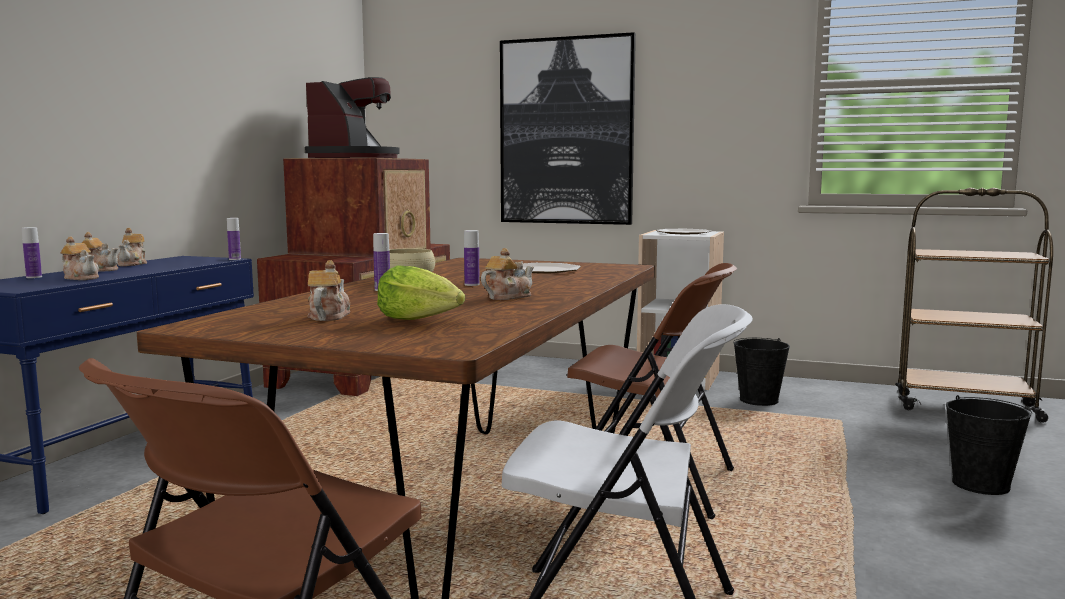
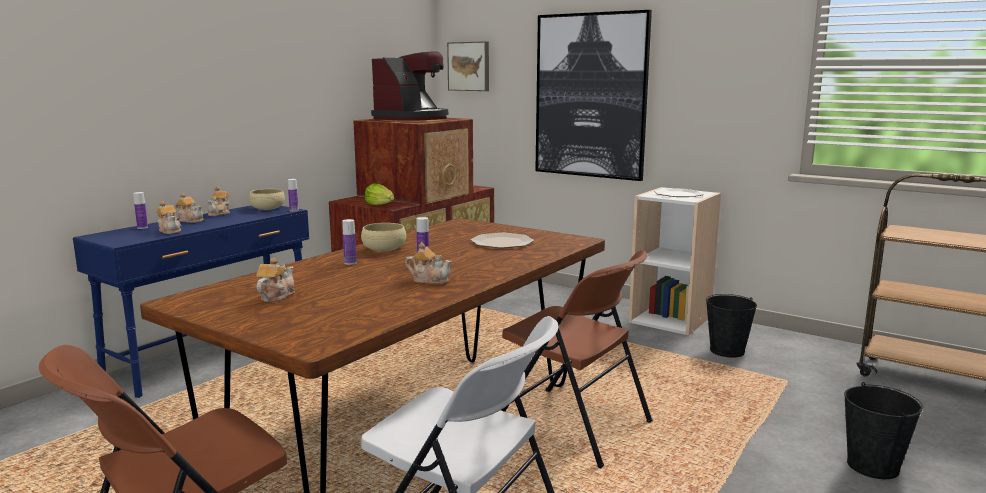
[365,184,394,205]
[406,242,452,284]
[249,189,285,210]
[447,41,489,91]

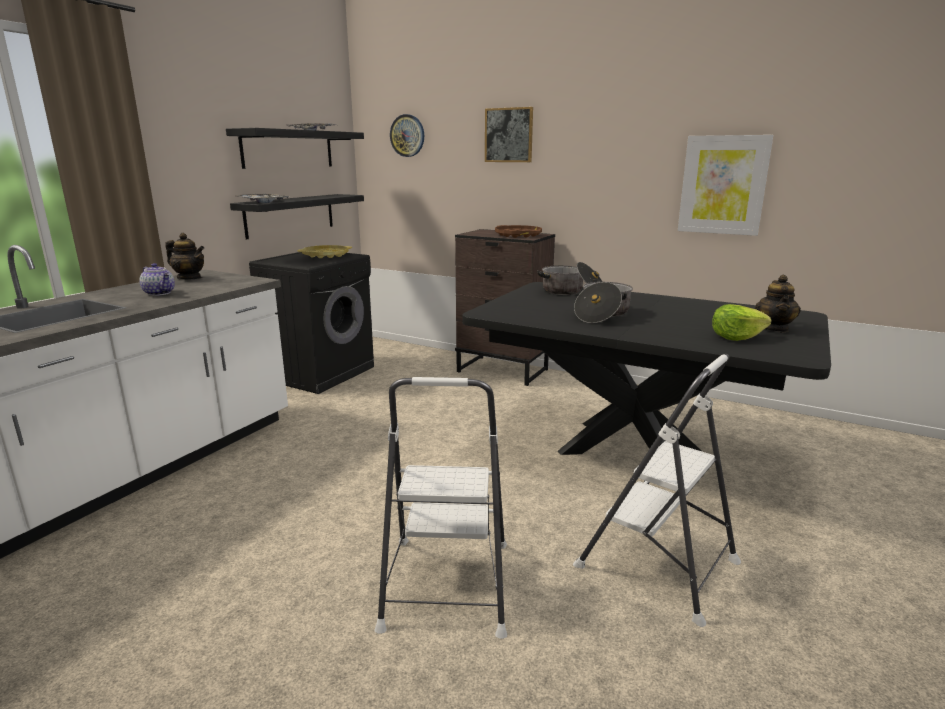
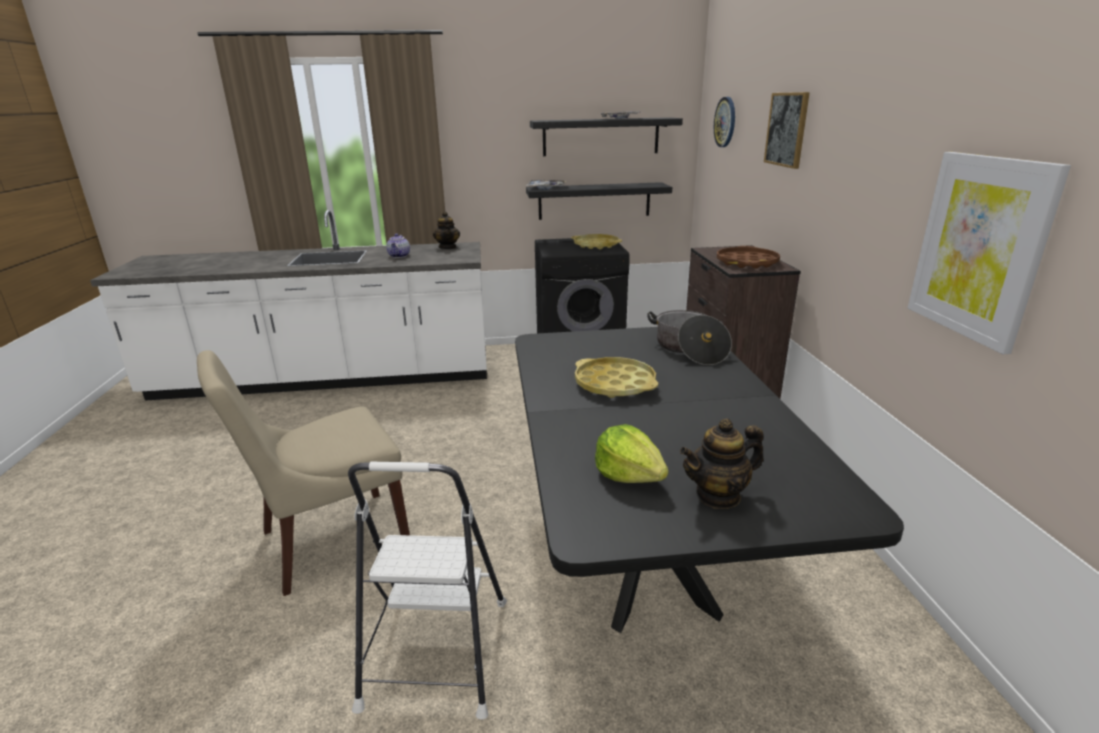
[197,350,410,596]
[575,357,658,398]

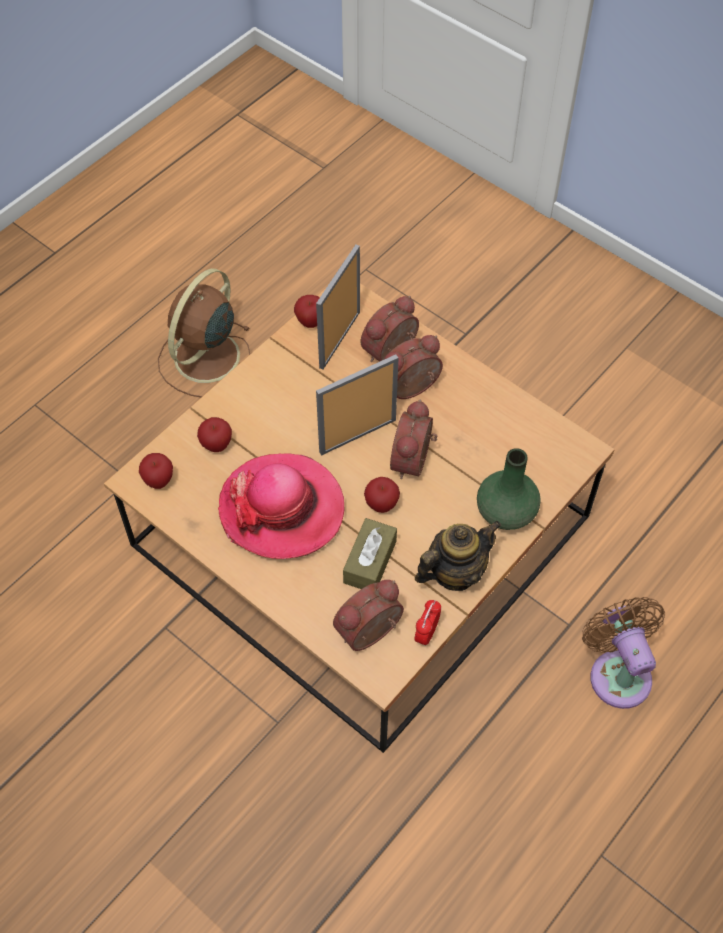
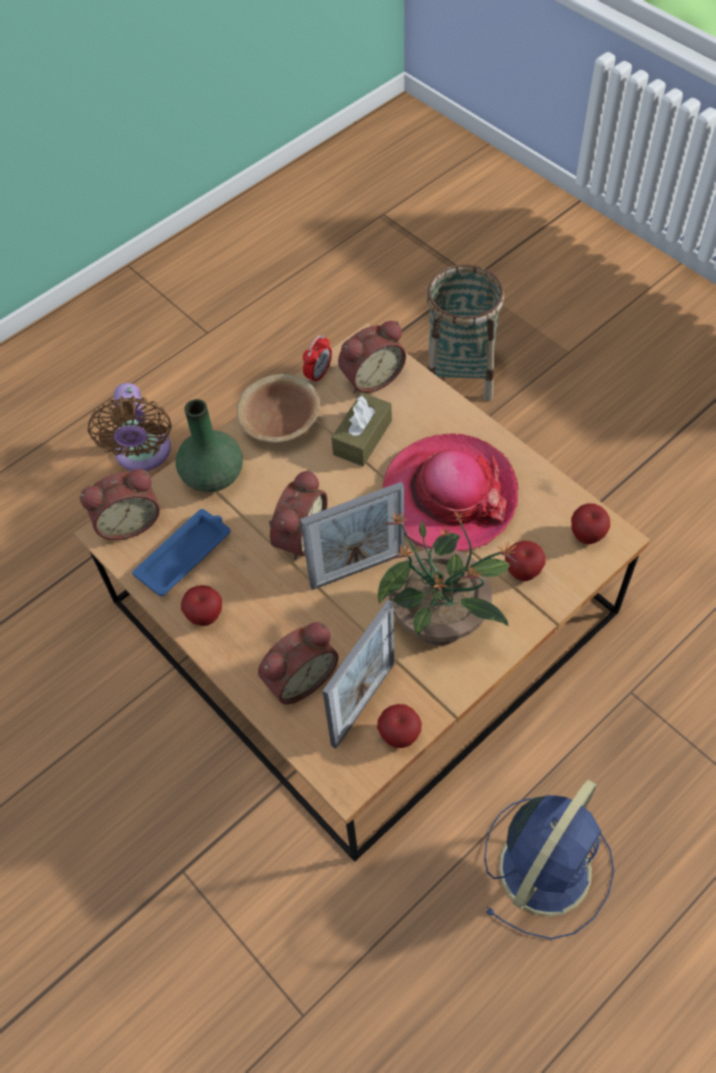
[484,780,614,939]
[181,585,222,626]
[80,469,160,540]
[237,374,320,443]
[132,509,231,596]
[378,510,517,646]
[426,264,504,401]

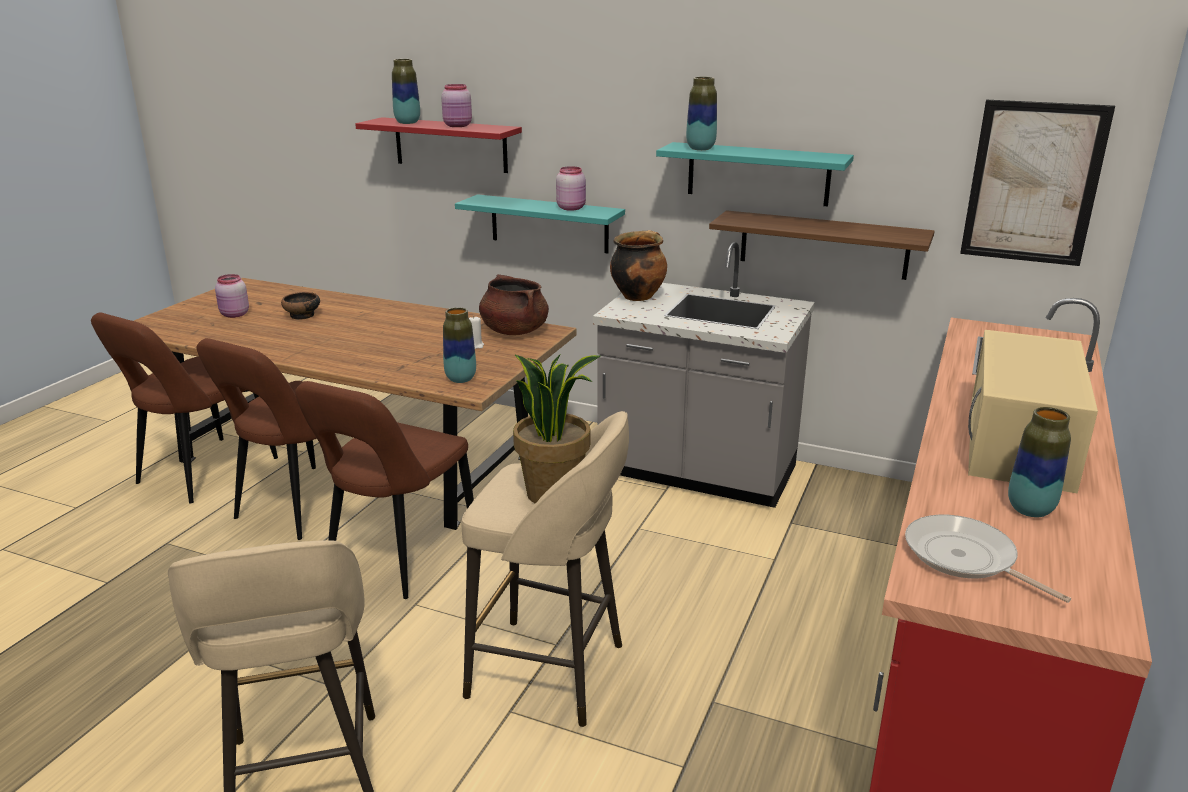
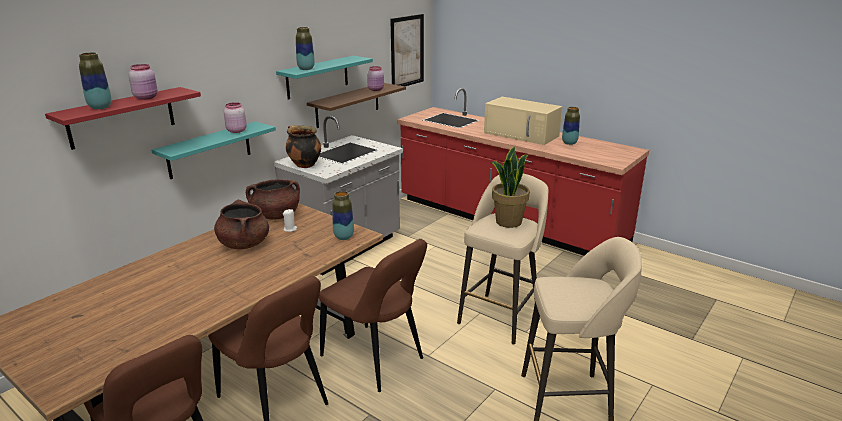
[367,66,384,91]
[281,292,320,320] (first image)
[905,514,1071,603] (first image)
[214,200,269,249]

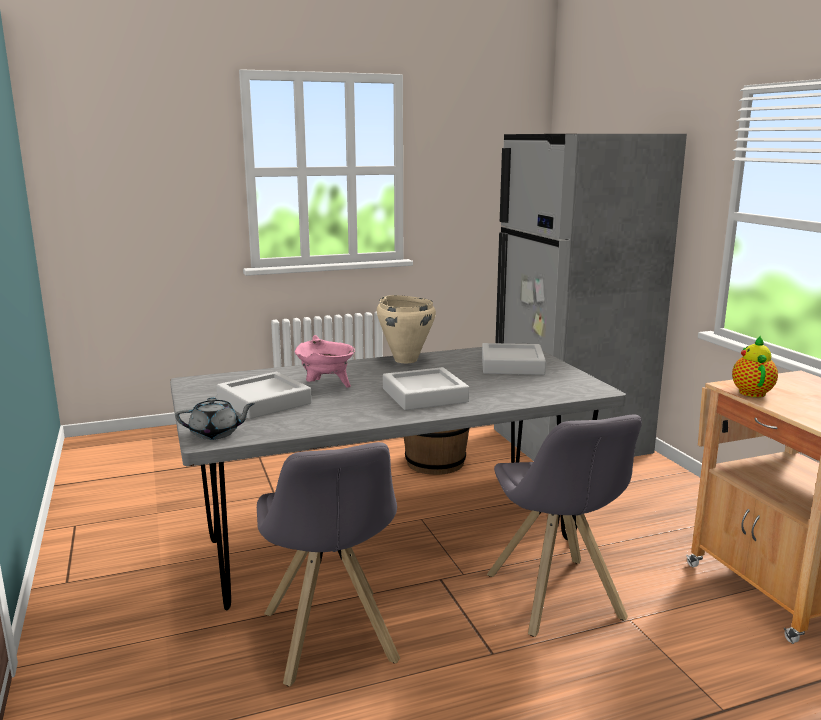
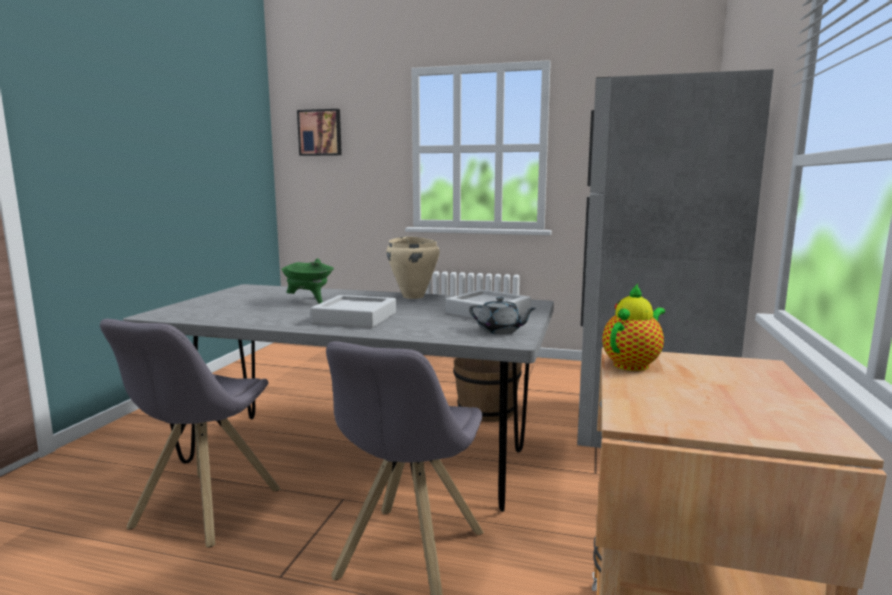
[469,297,536,334]
[216,372,312,419] (first image)
[281,258,334,304]
[297,109,342,156]

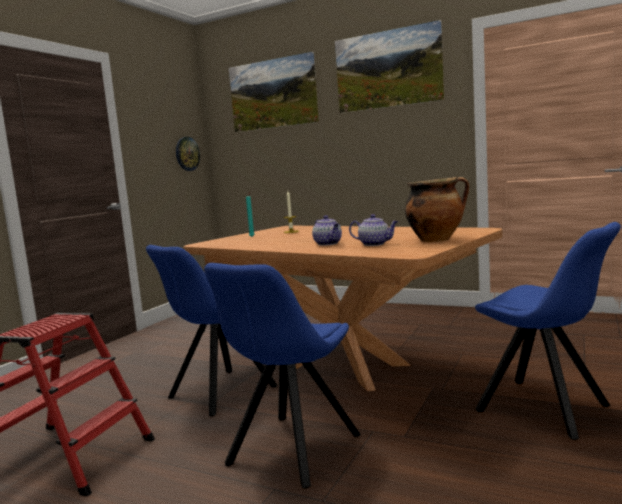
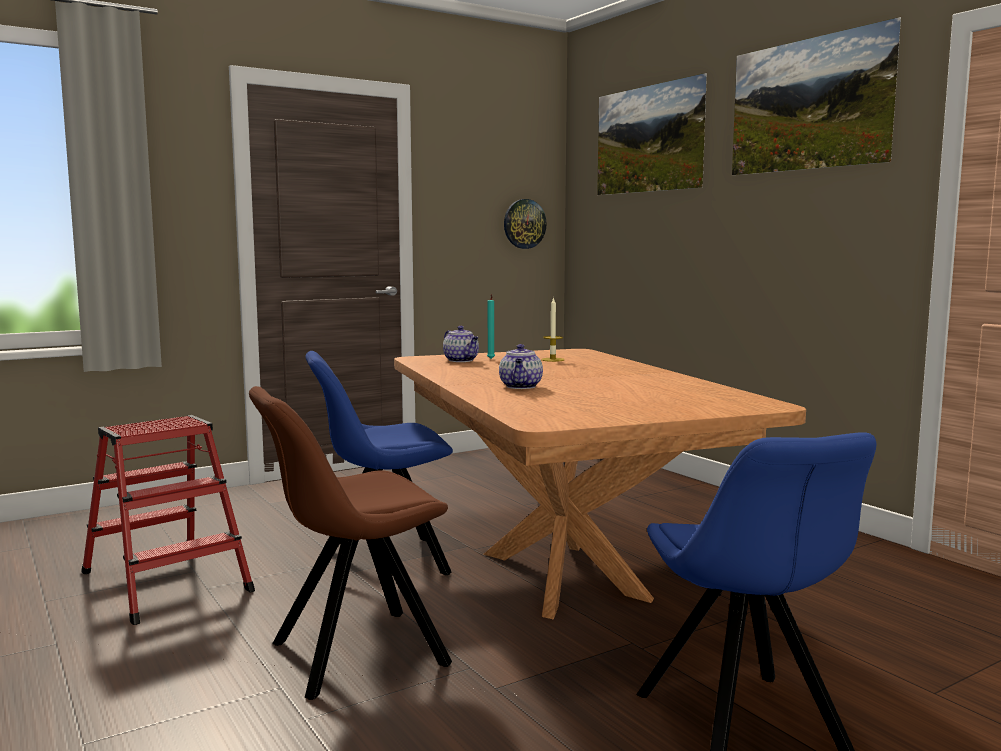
[249,386,452,700]
[443,326,479,362]
[405,177,469,242] (first image)

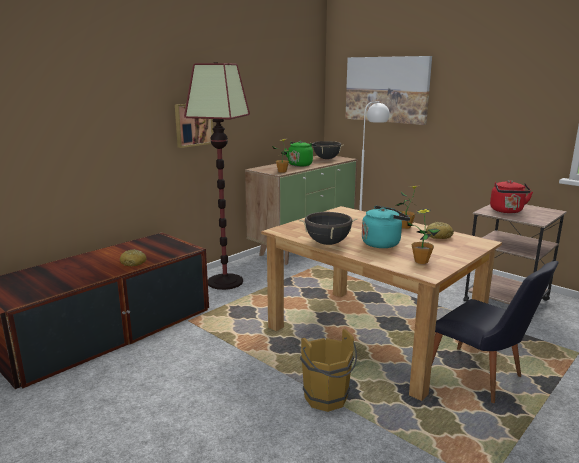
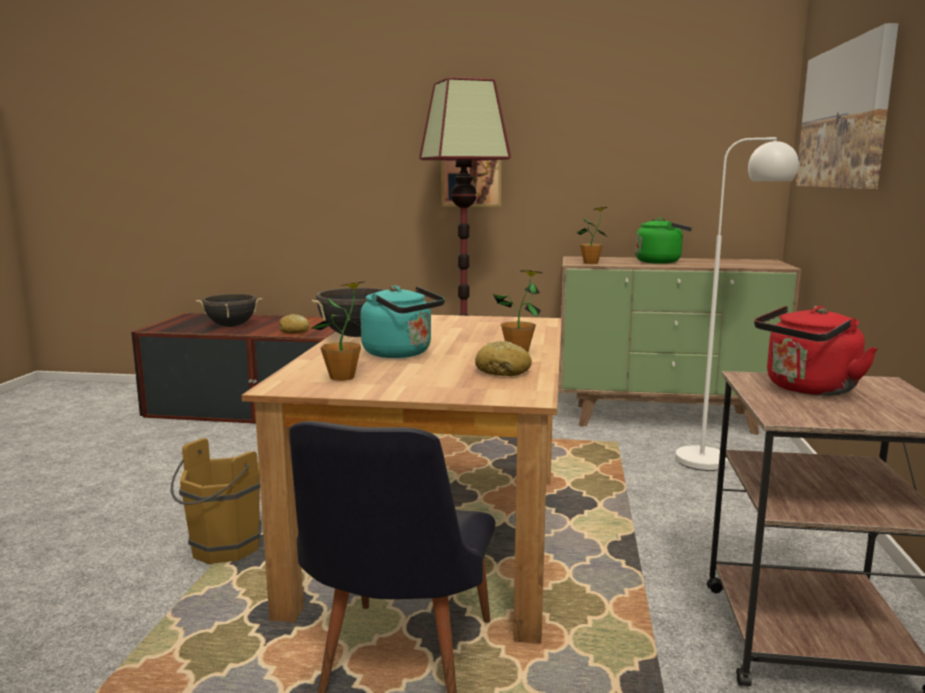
[196,294,262,327]

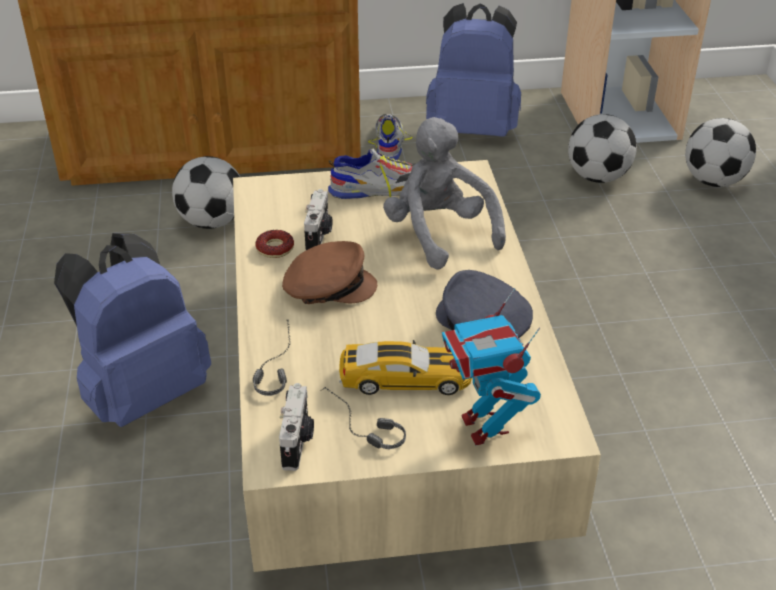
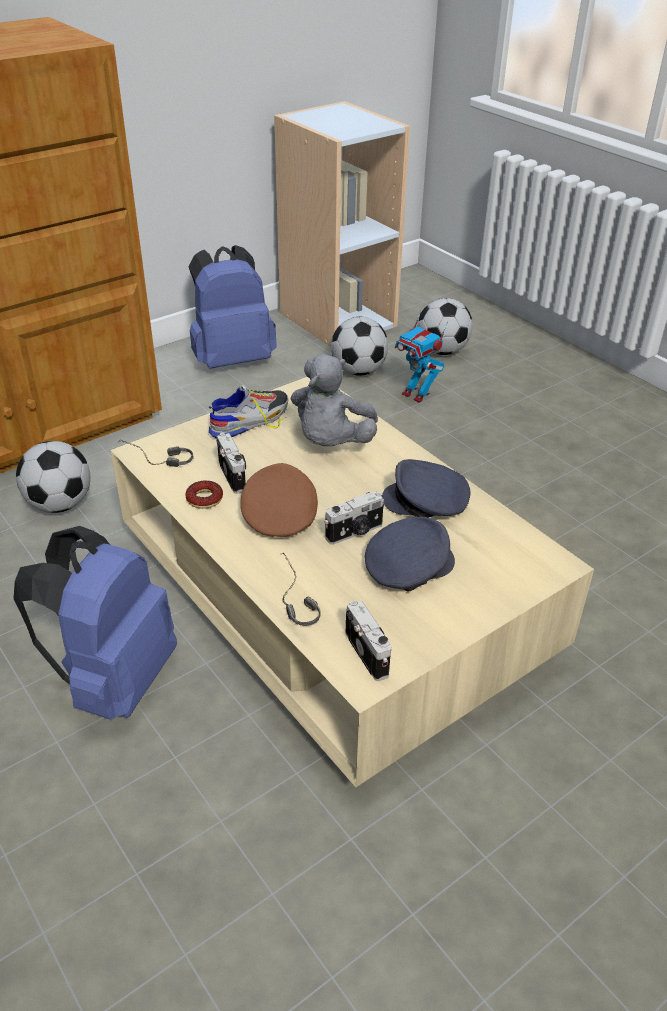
[240,463,318,537]
[117,440,194,467]
[365,517,455,591]
[368,114,412,160] (first image)
[290,354,378,446]
[395,310,448,403]
[325,491,384,545]

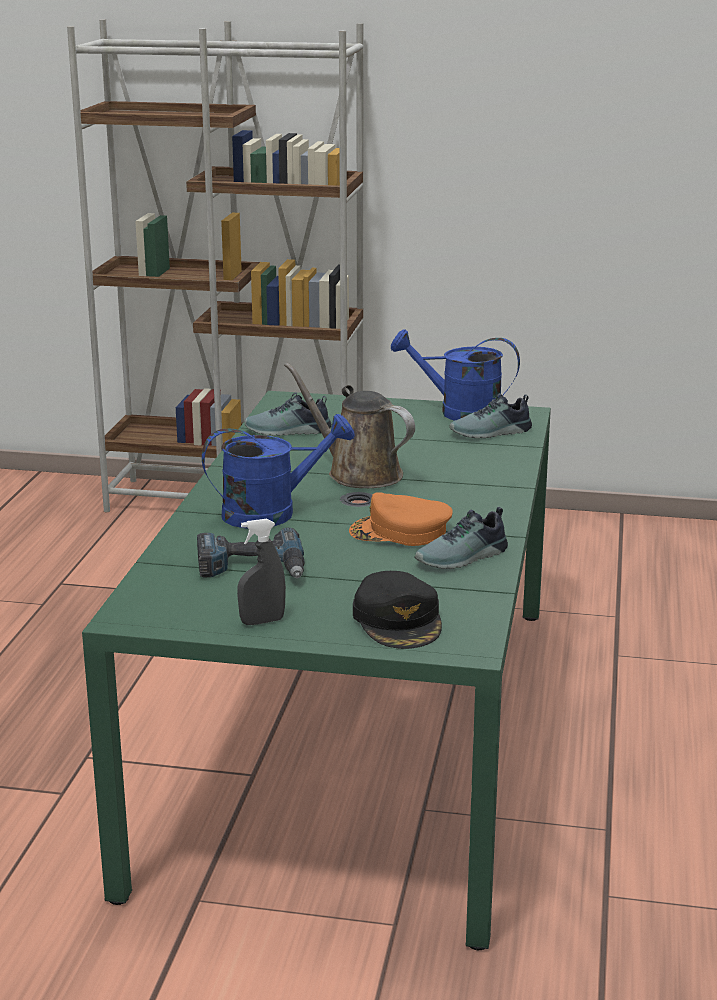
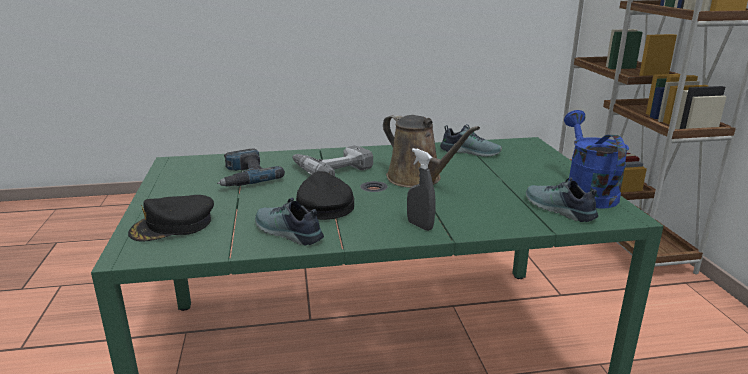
[292,145,373,176]
[407,148,436,231]
[440,124,502,157]
[383,114,480,188]
[296,171,354,220]

